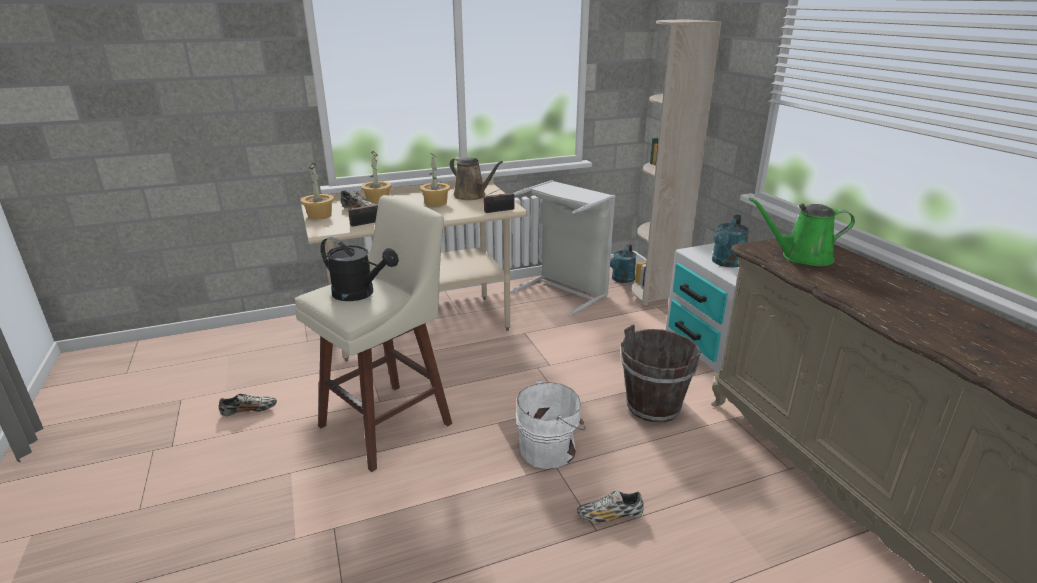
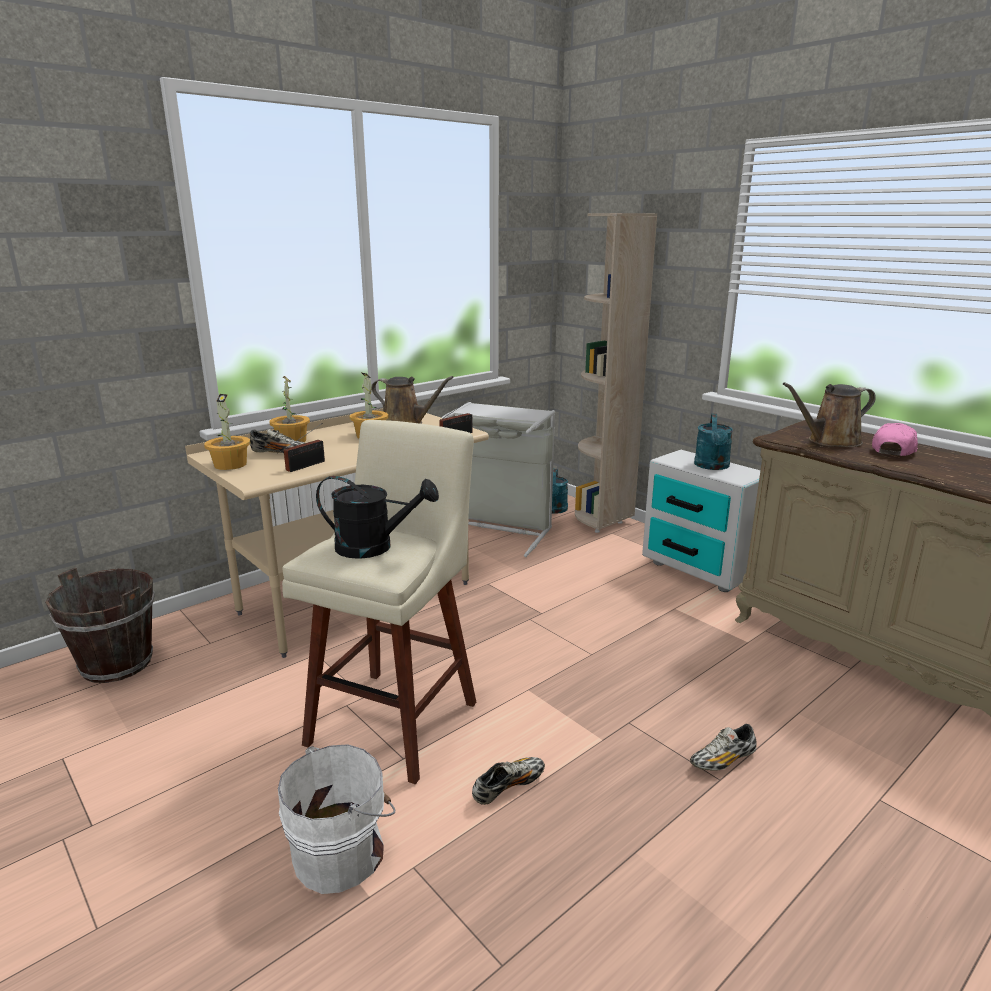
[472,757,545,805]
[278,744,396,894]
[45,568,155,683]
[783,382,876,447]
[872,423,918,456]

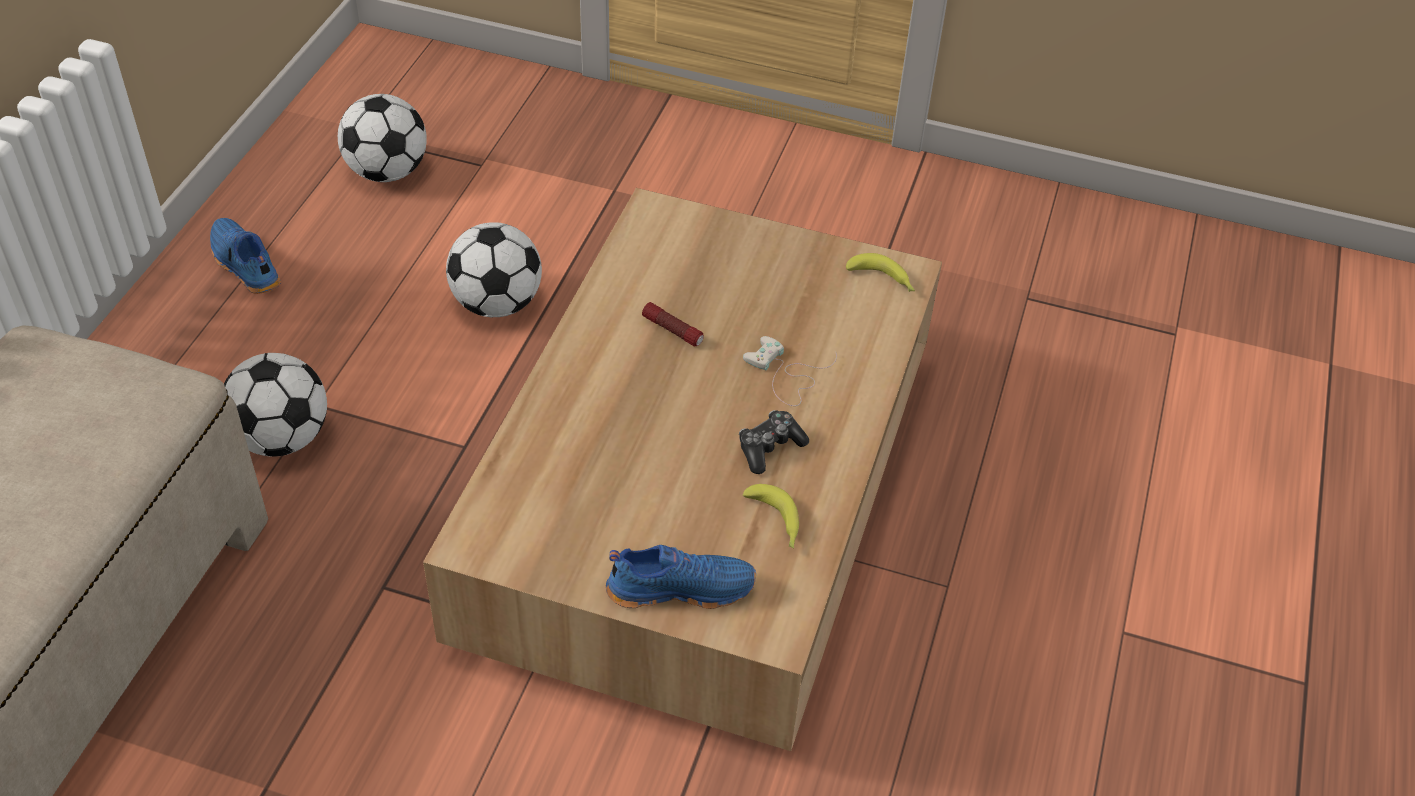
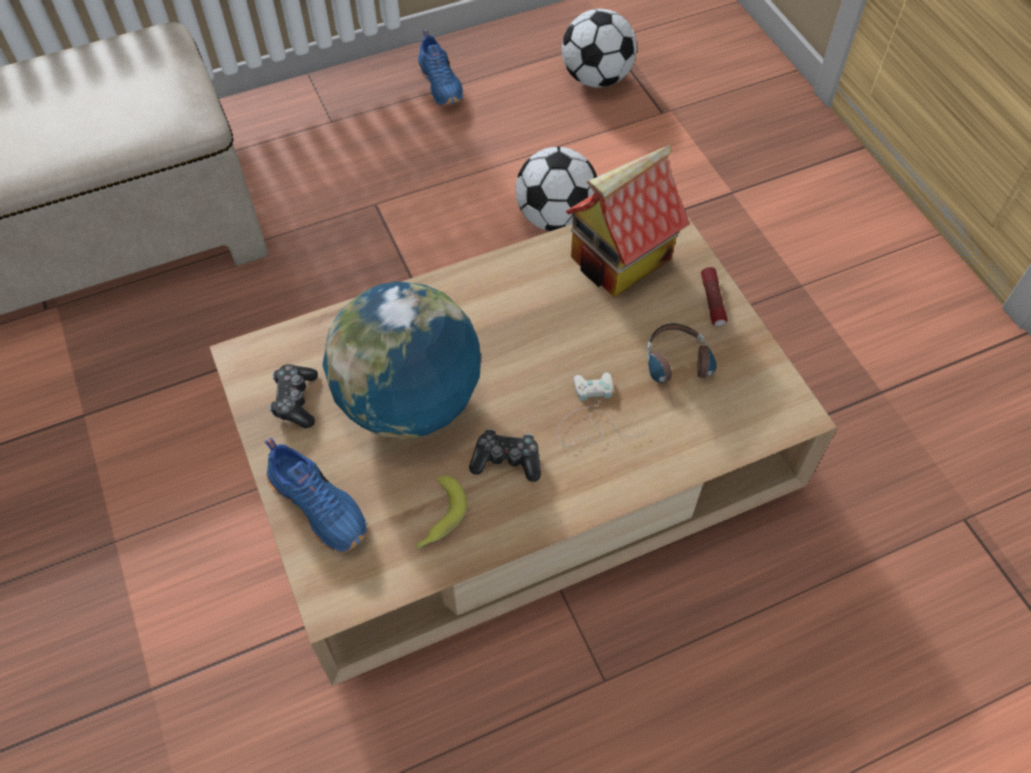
[417,30,464,106]
[224,353,327,456] (first image)
[701,267,728,327]
[846,253,915,292] (first image)
[269,364,318,428]
[323,281,481,439]
[565,144,690,297]
[646,324,717,406]

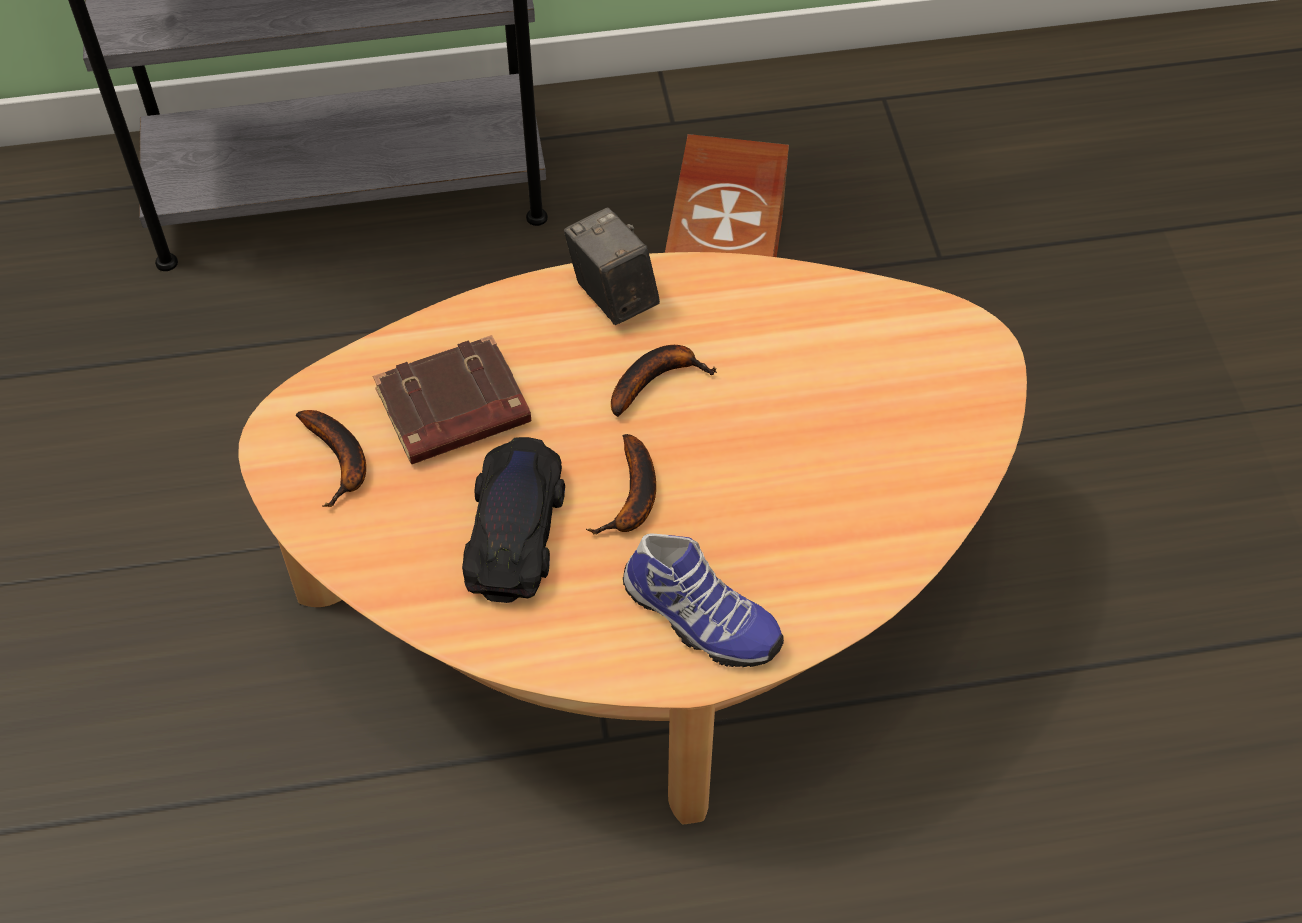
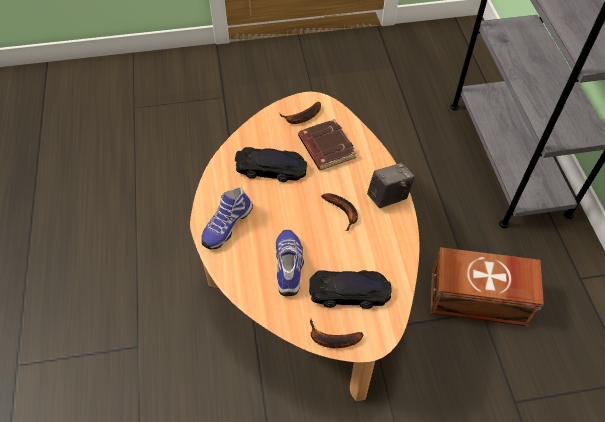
[310,319,363,348]
[276,230,304,296]
[309,270,392,309]

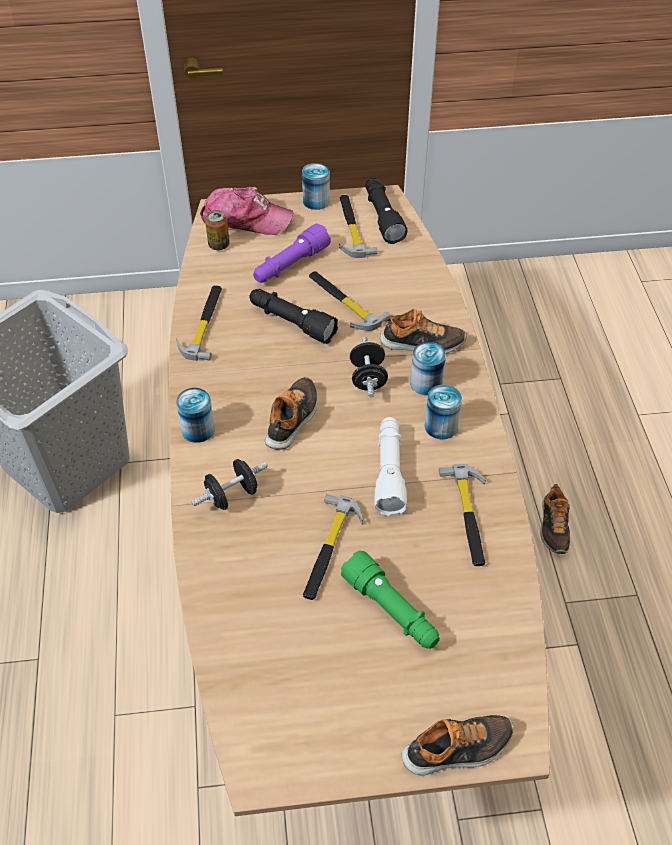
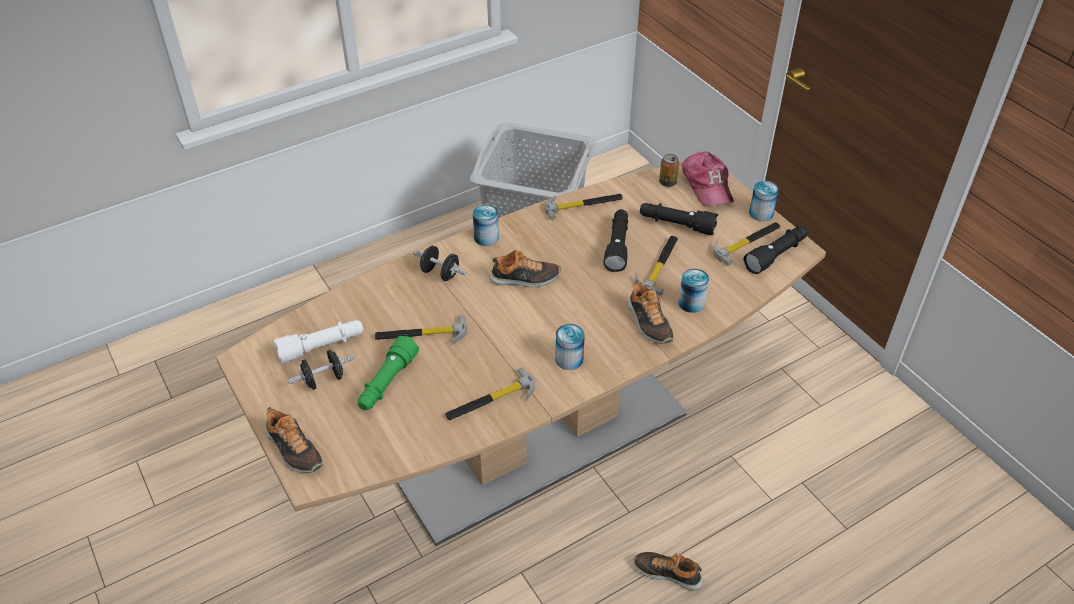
[640,203,718,235]
[288,350,355,390]
[274,320,363,364]
[678,269,709,313]
[634,552,703,591]

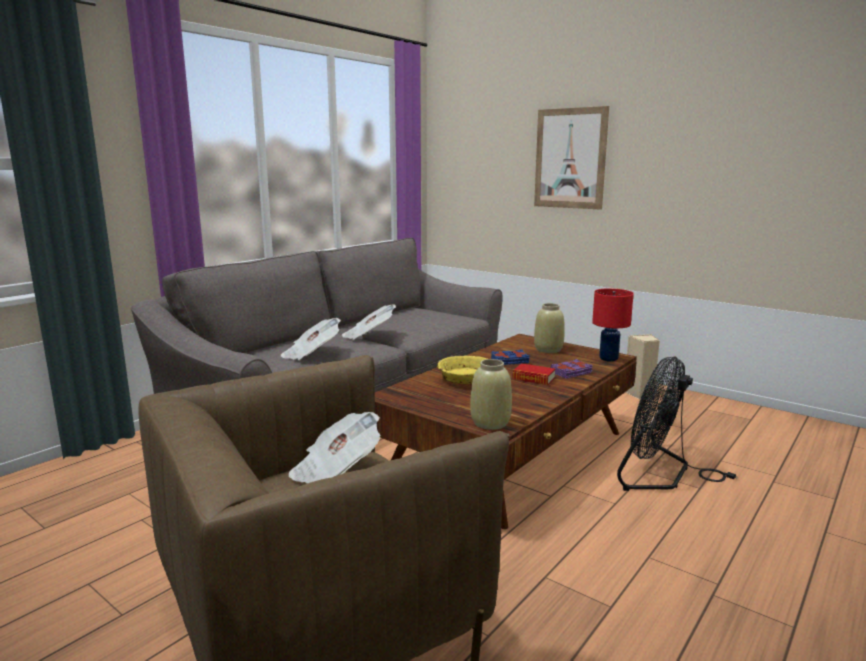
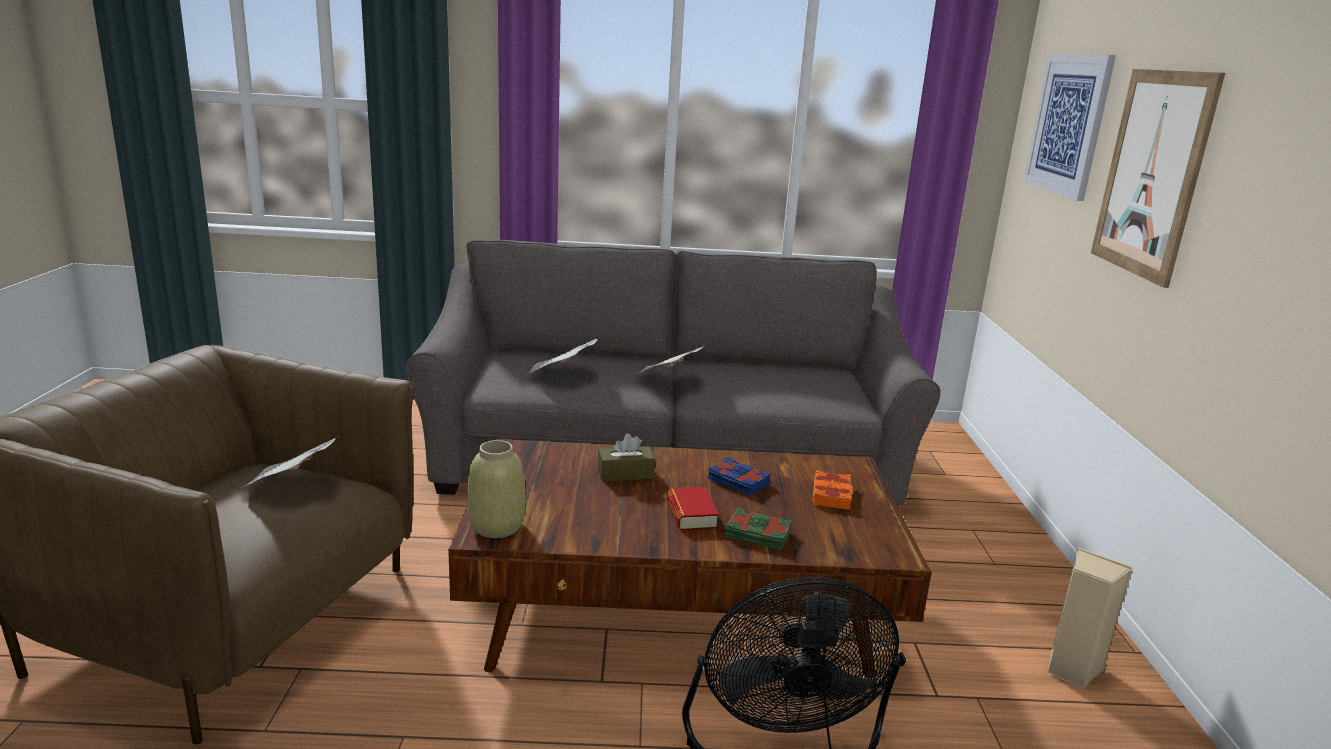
[598,434,655,482]
[813,470,853,510]
[725,508,792,550]
[592,288,634,362] (first image)
[1024,54,1116,201]

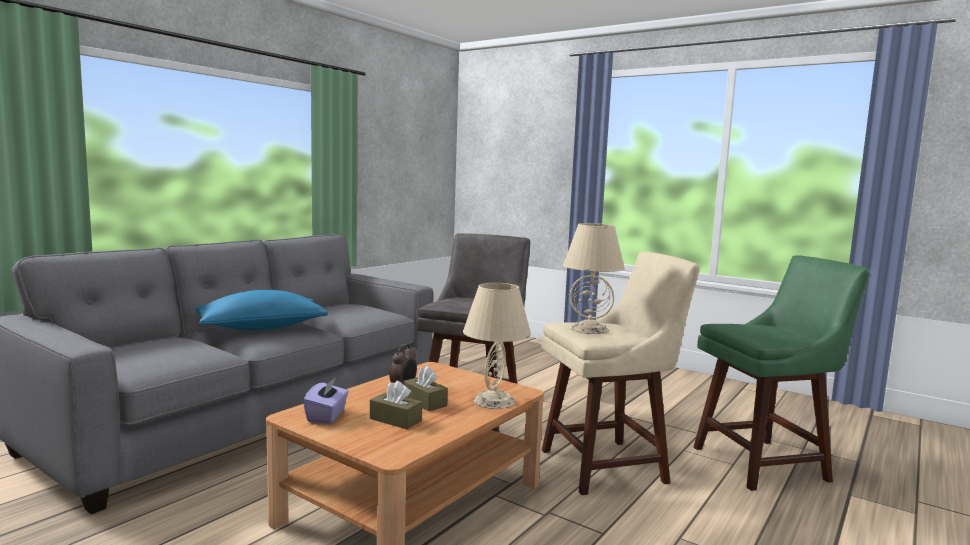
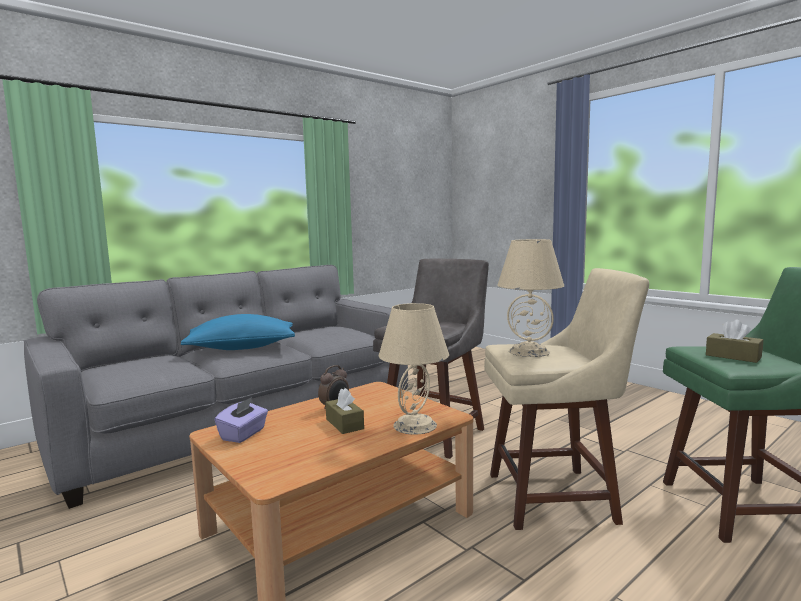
[706,320,763,363]

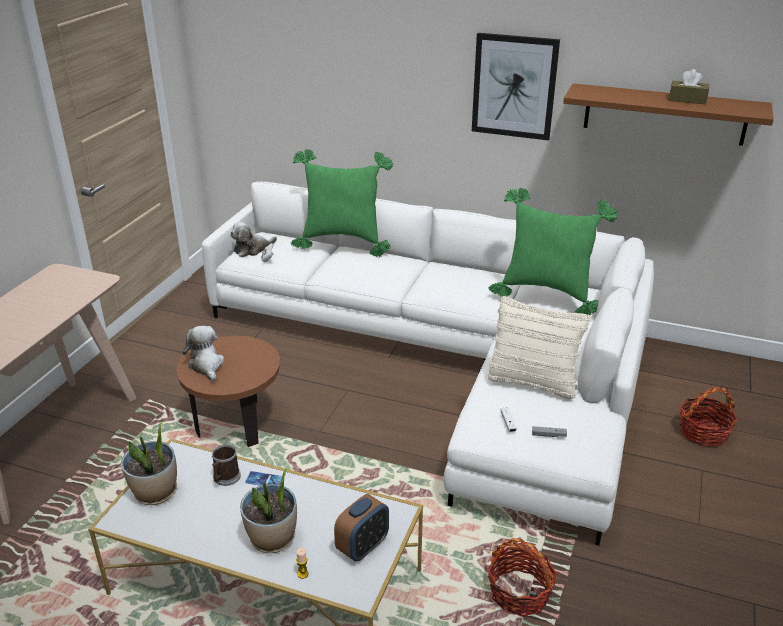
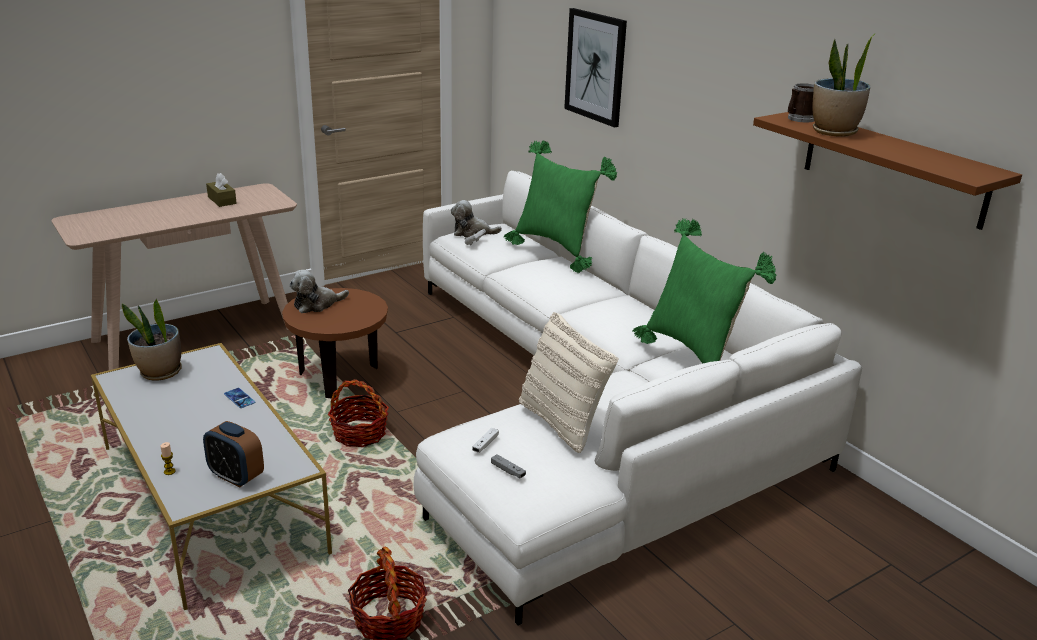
[289,270,349,313]
[788,83,814,123]
[812,33,876,137]
[203,421,264,487]
[564,8,627,128]
[206,173,237,207]
[328,379,389,447]

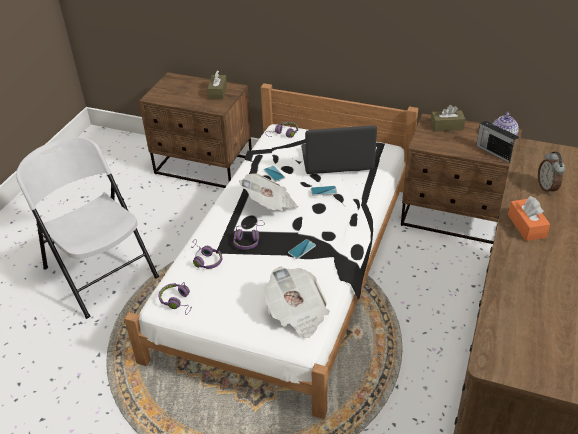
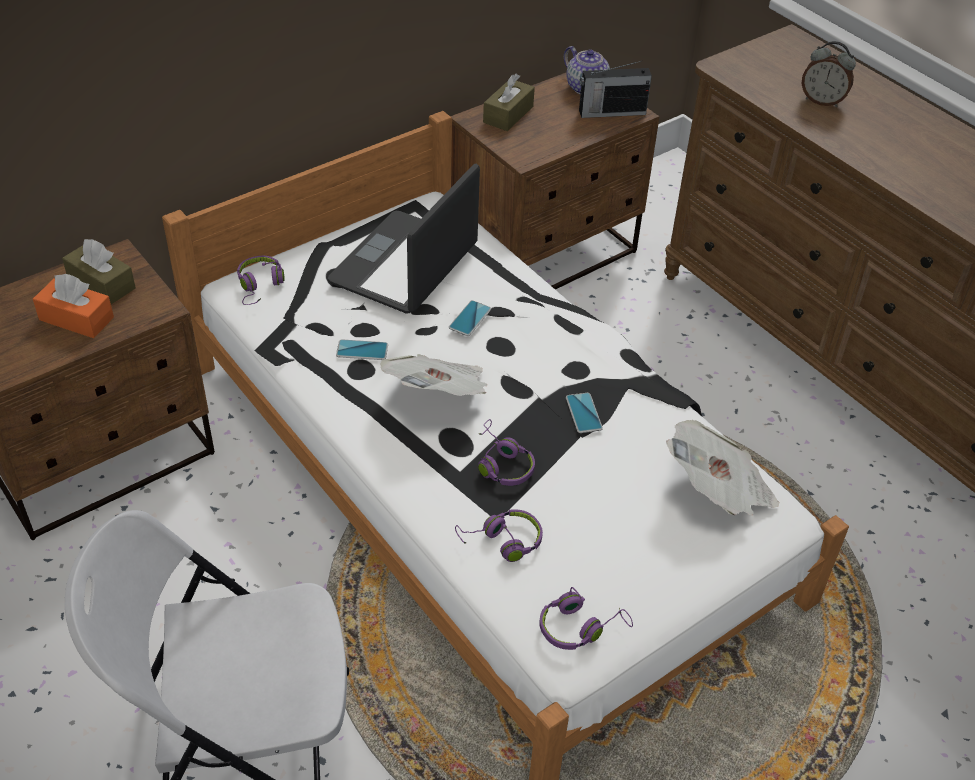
[33,274,114,338]

